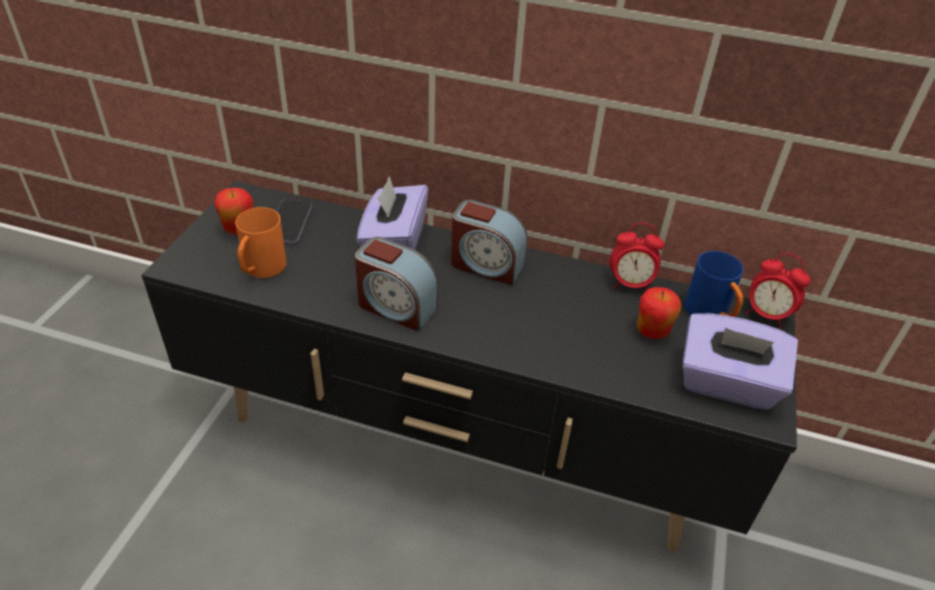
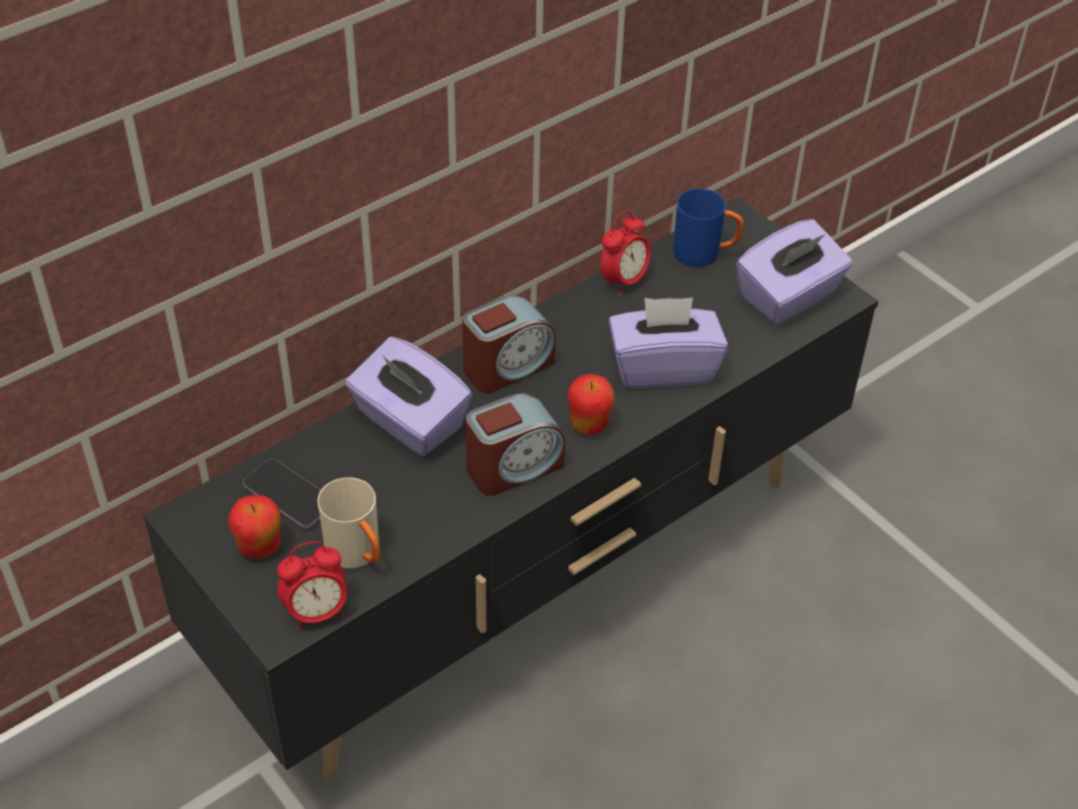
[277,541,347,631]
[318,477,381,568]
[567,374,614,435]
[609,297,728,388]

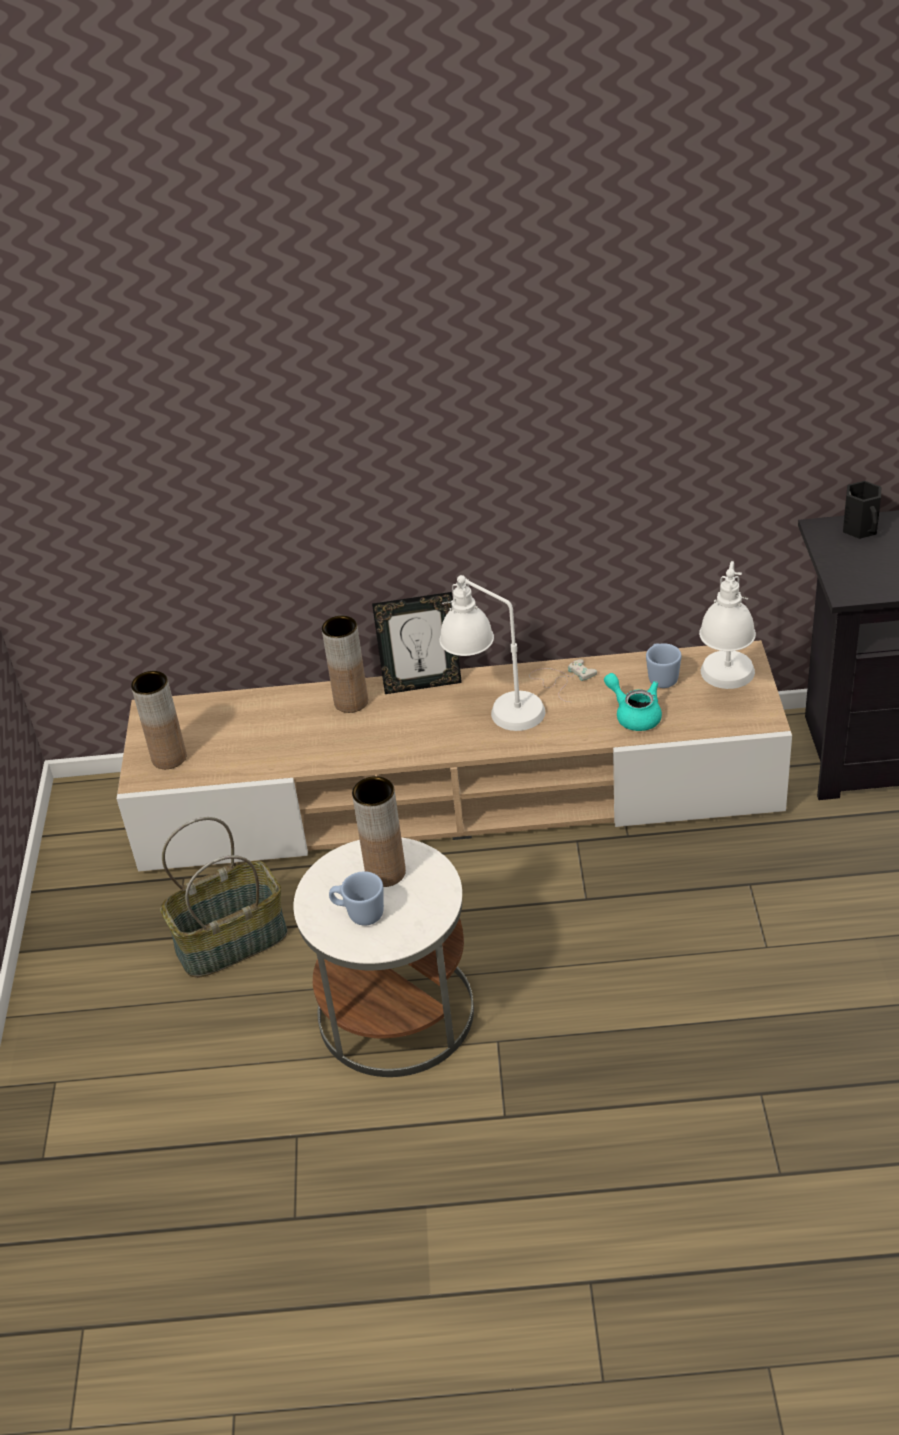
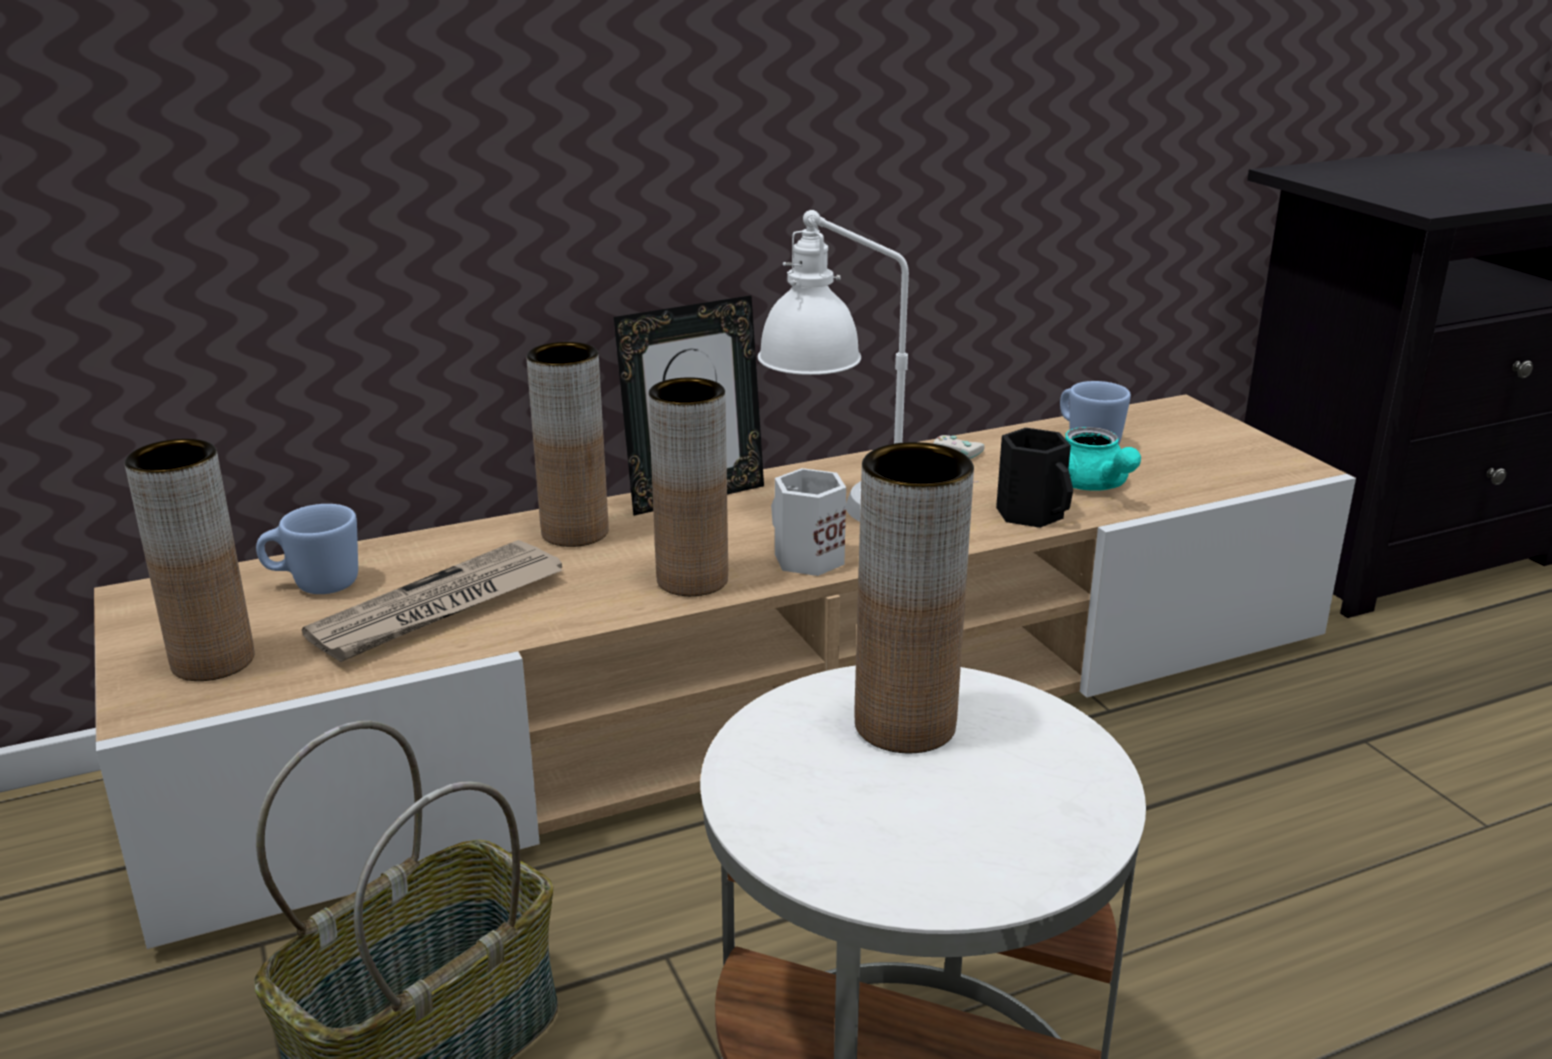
[256,504,358,594]
[302,540,562,662]
[649,377,728,596]
[771,468,846,576]
[996,428,1073,528]
[1065,427,1141,491]
[699,561,756,689] (first image)

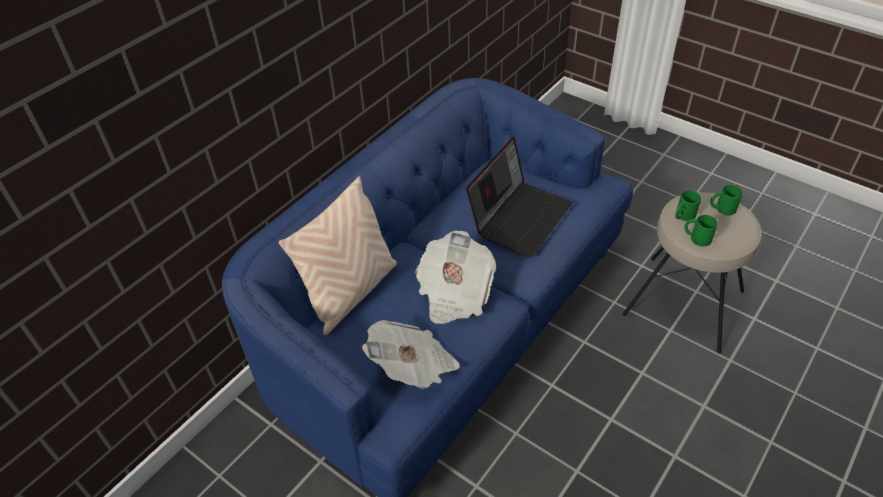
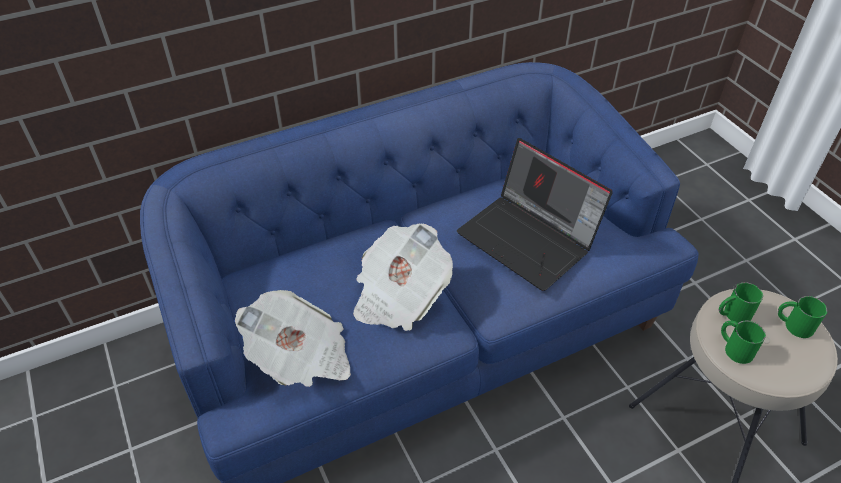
[457,138,613,291]
[279,176,397,335] (first image)

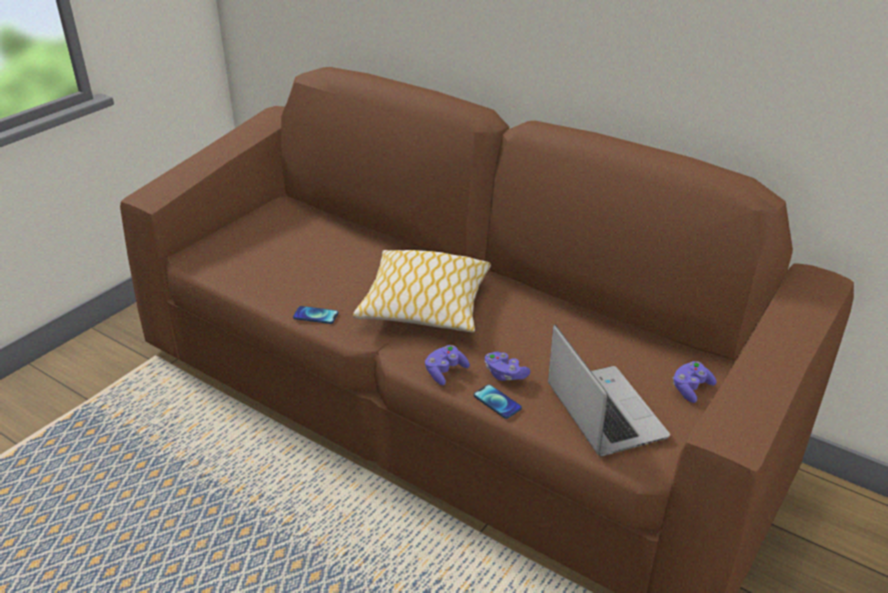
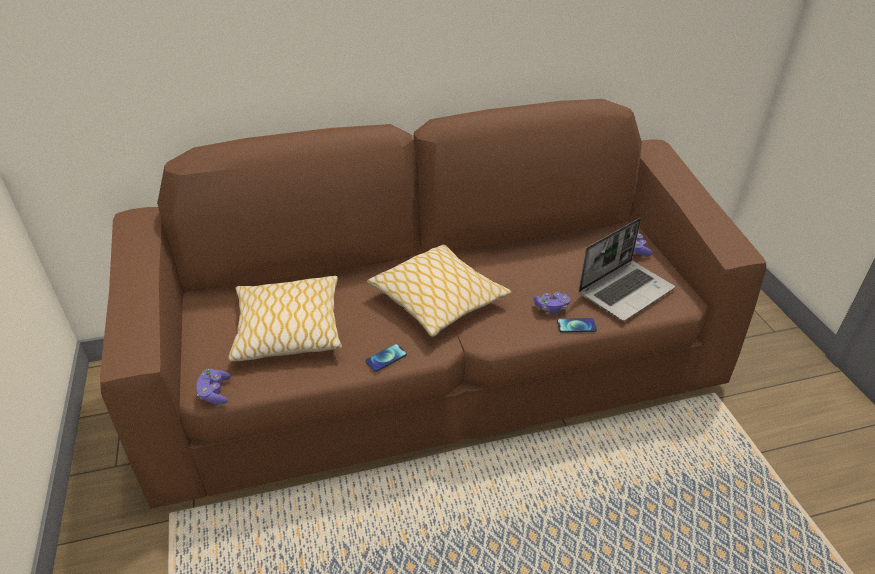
[196,369,231,404]
[228,276,342,362]
[579,218,675,321]

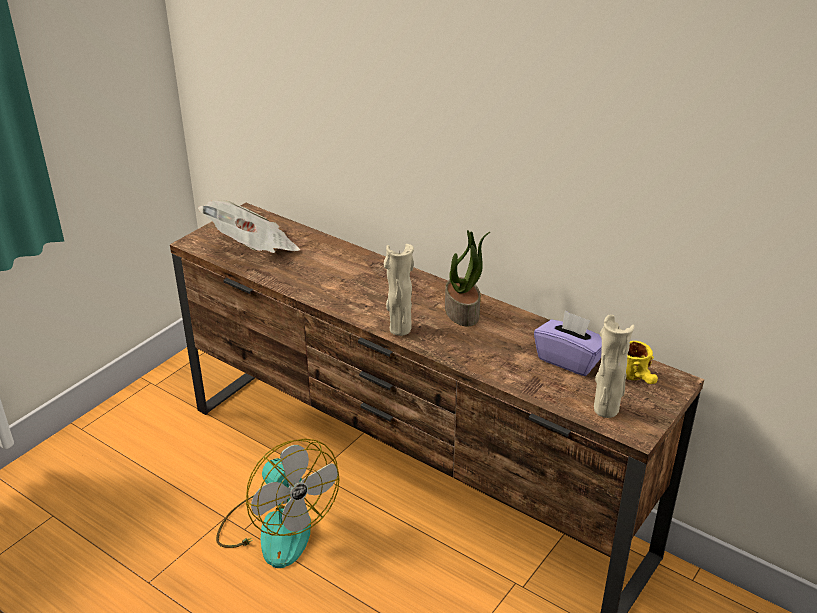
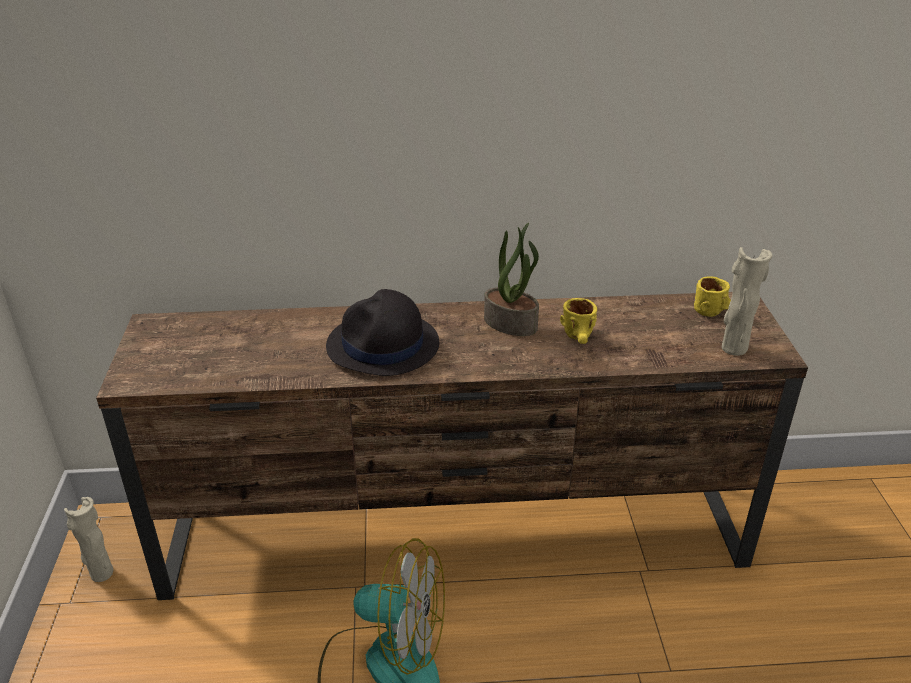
[64,497,113,582]
[326,289,439,376]
[560,298,597,344]
[198,200,300,253] (first image)
[534,310,602,376] (first image)

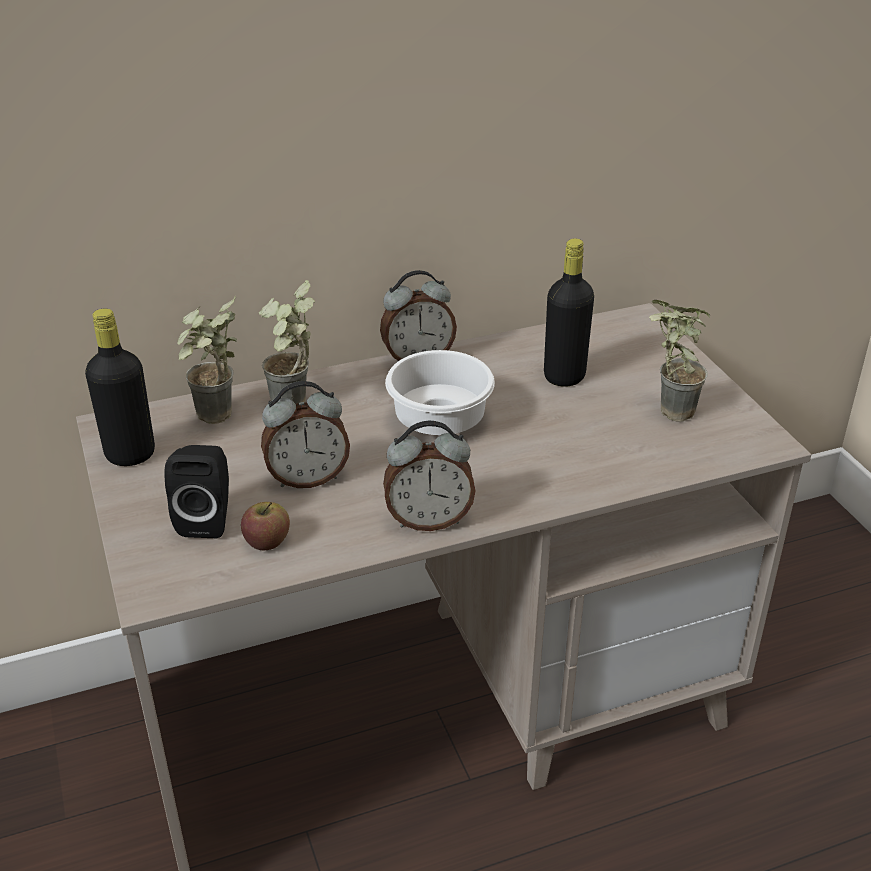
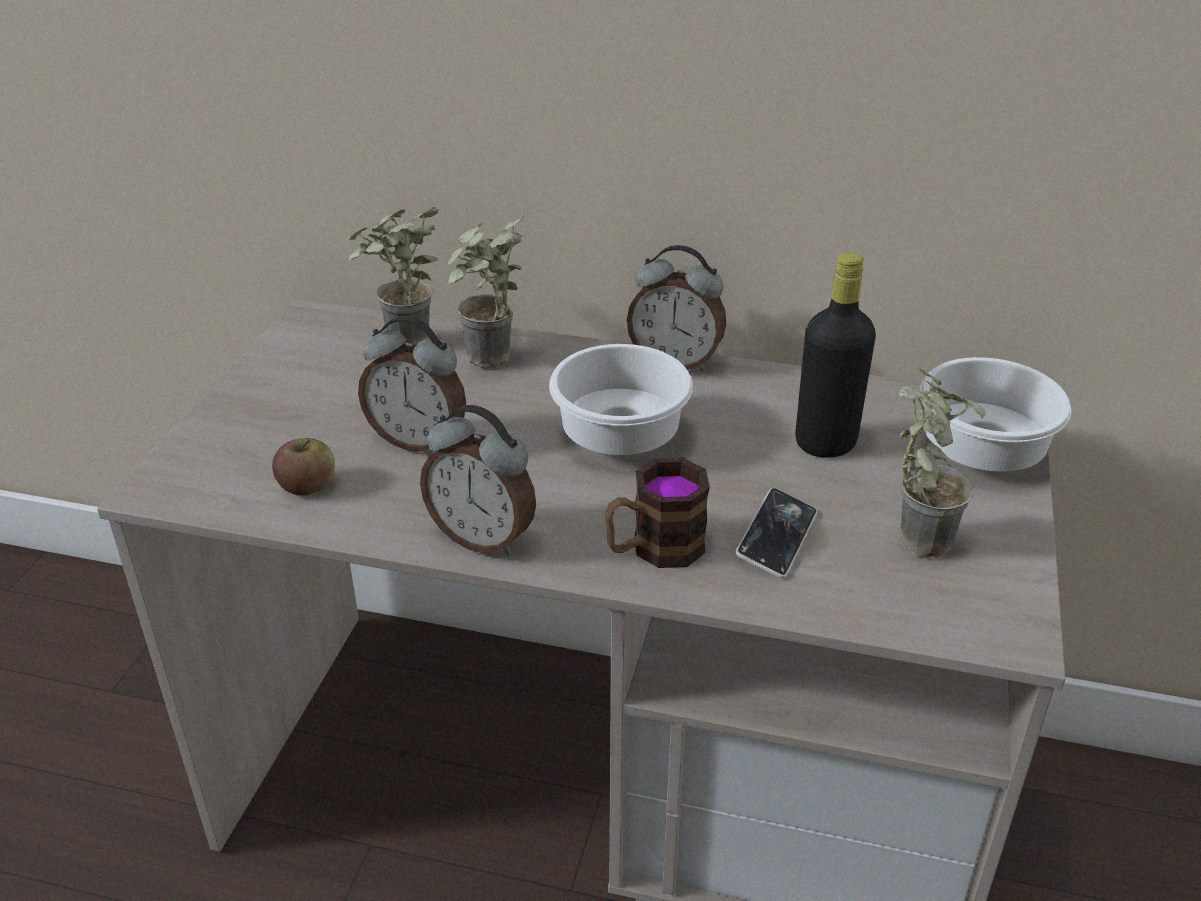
[605,458,710,568]
[736,488,817,578]
[920,357,1071,471]
[85,309,155,466] (first image)
[164,445,229,538] (first image)

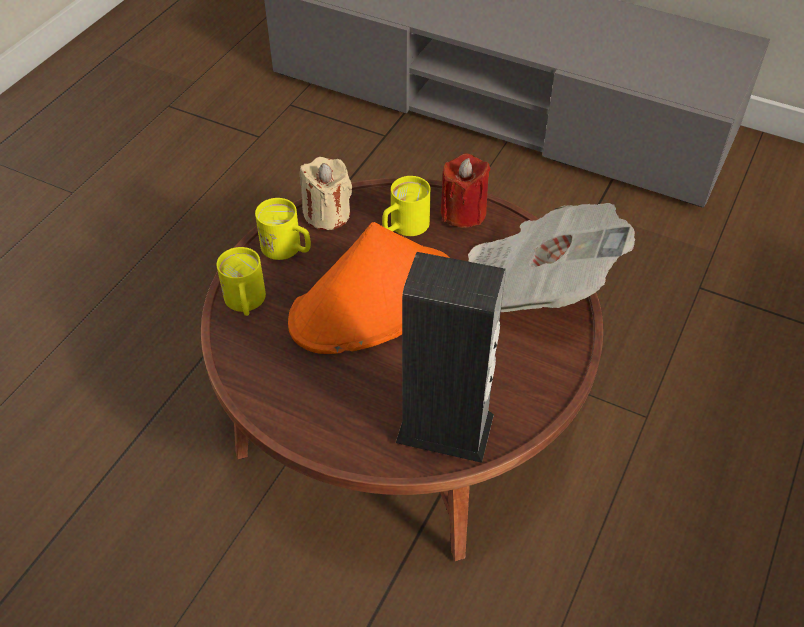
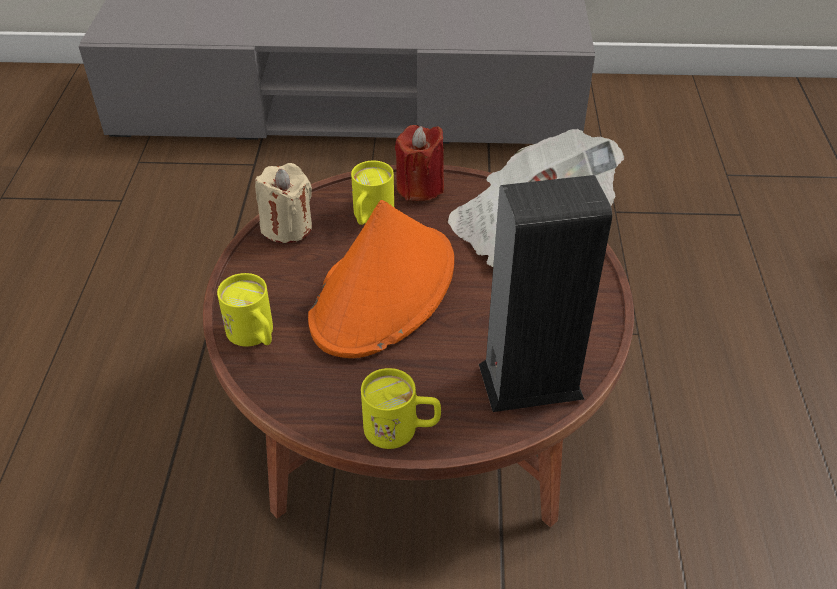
[361,368,441,449]

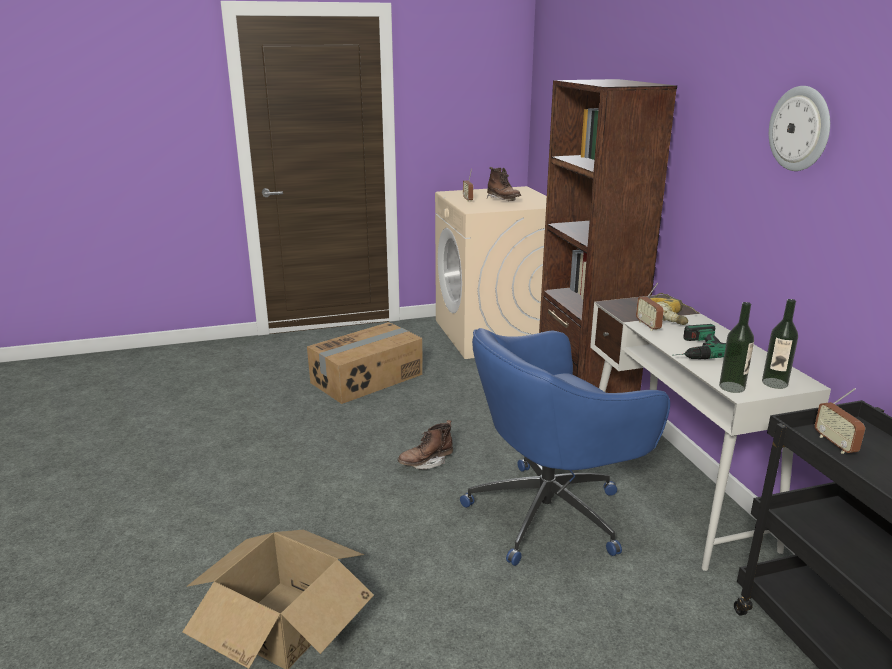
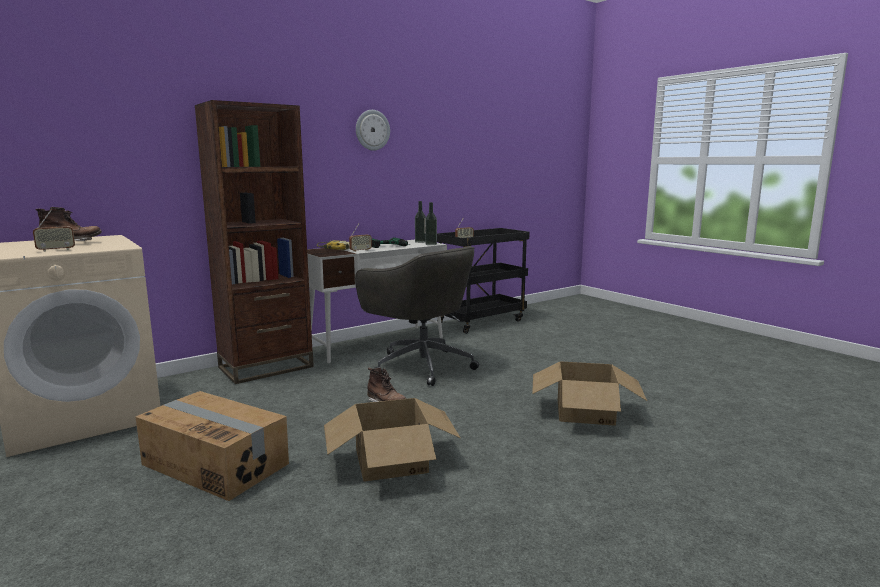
[324,398,461,482]
[355,246,479,386]

